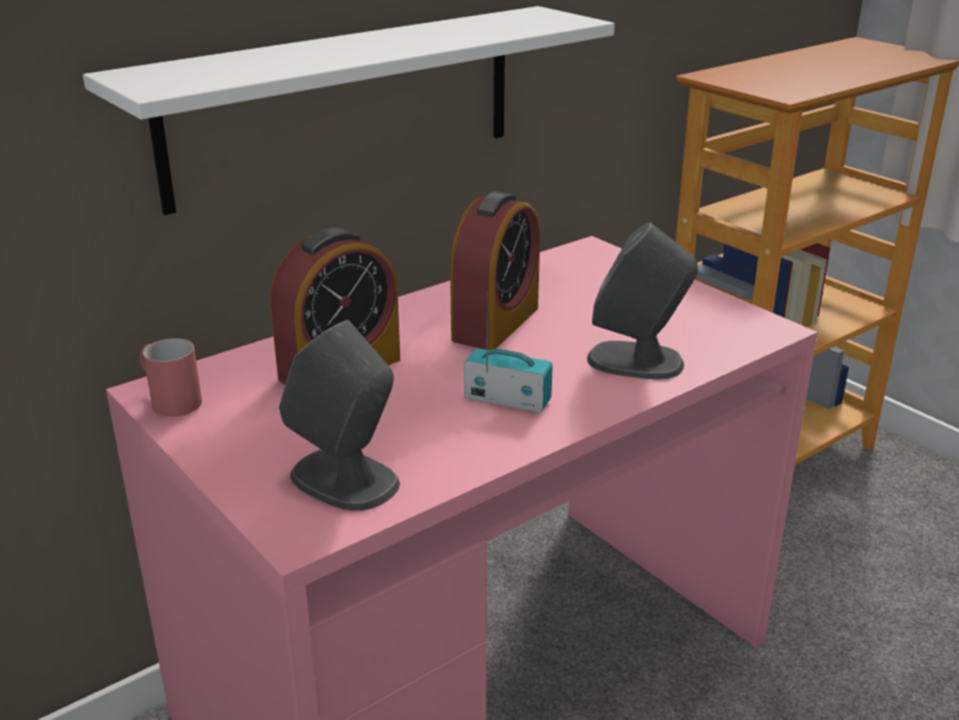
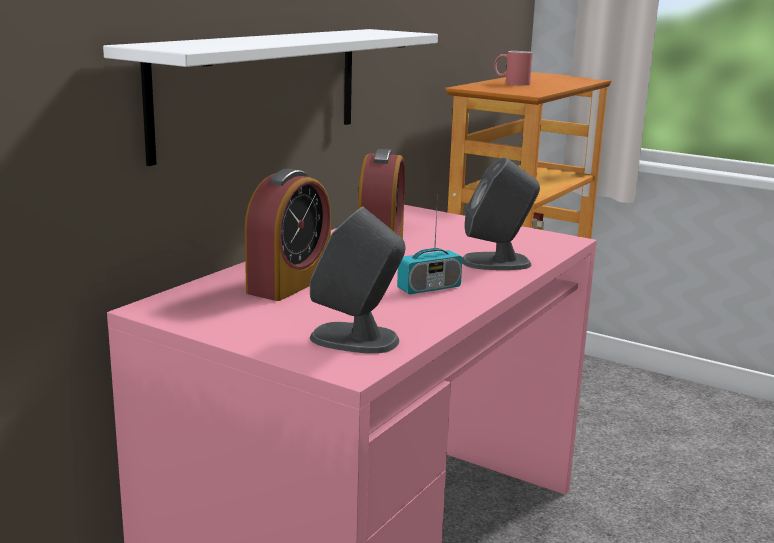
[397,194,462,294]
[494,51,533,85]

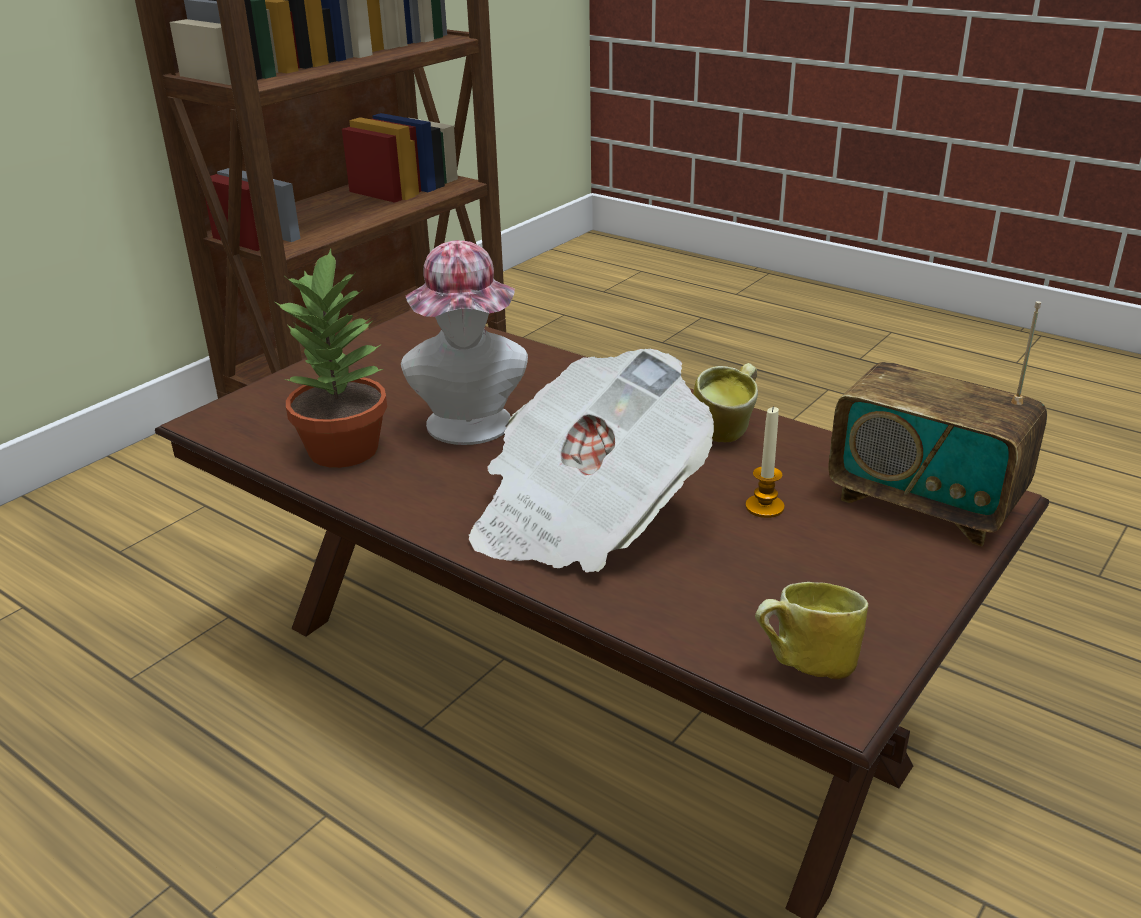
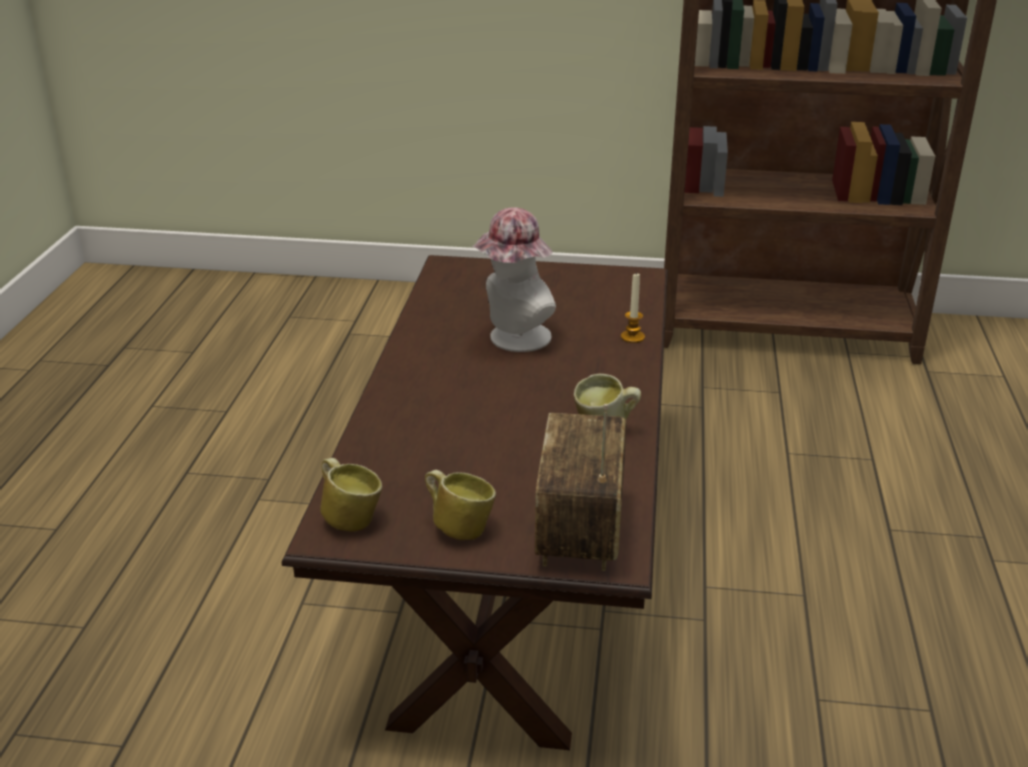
[425,470,496,540]
[621,272,645,343]
[275,248,387,468] (first image)
[469,349,714,573] (first image)

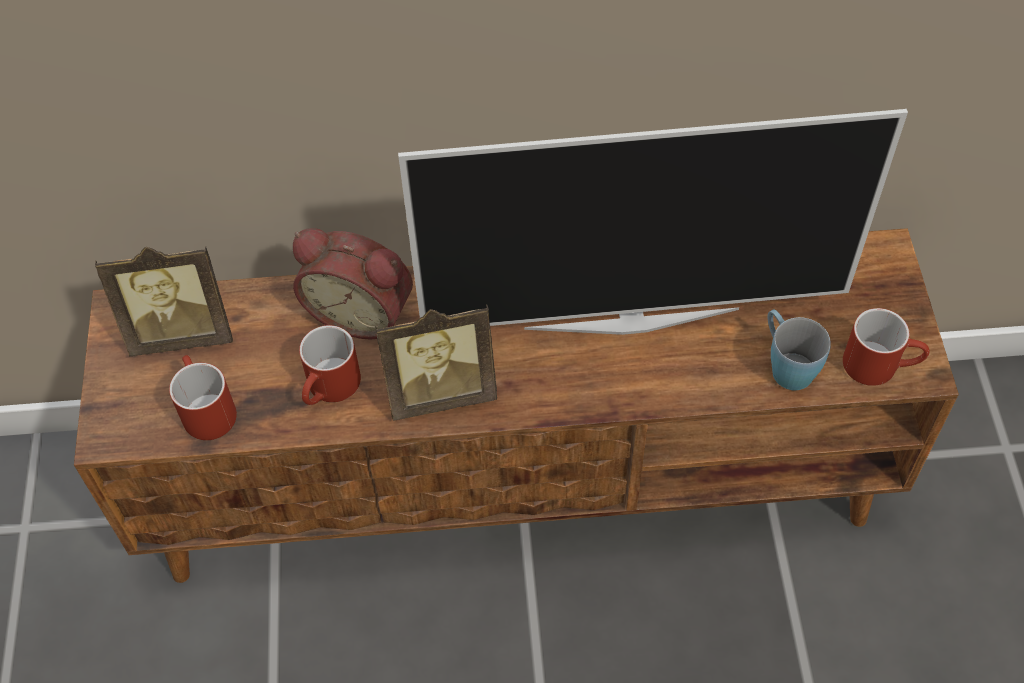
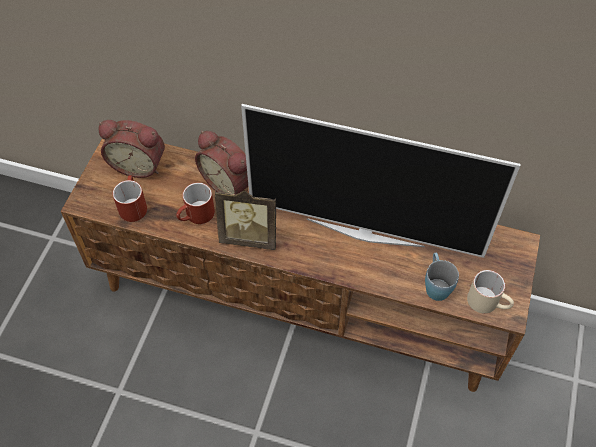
[98,120,165,178]
[467,270,514,314]

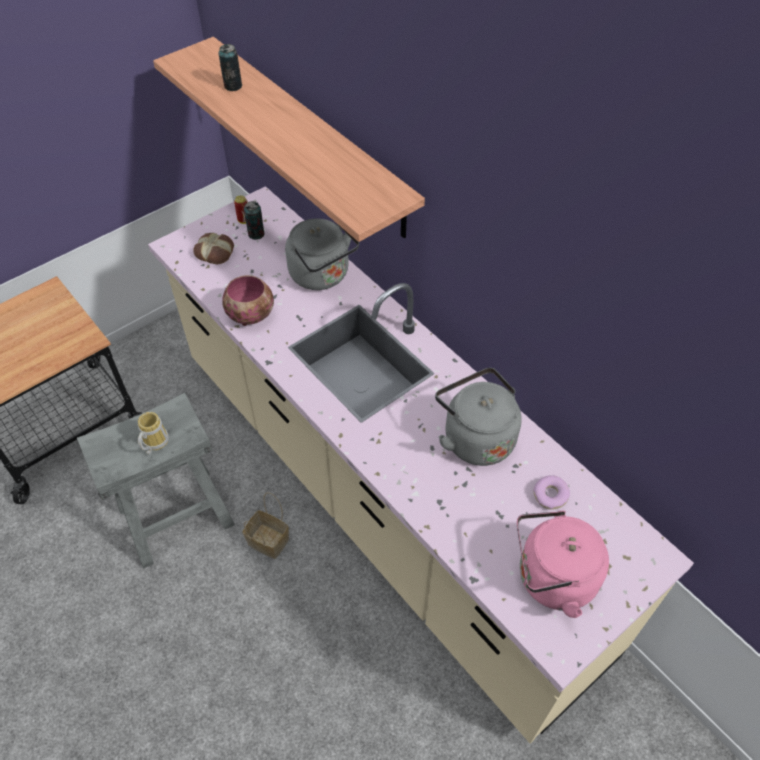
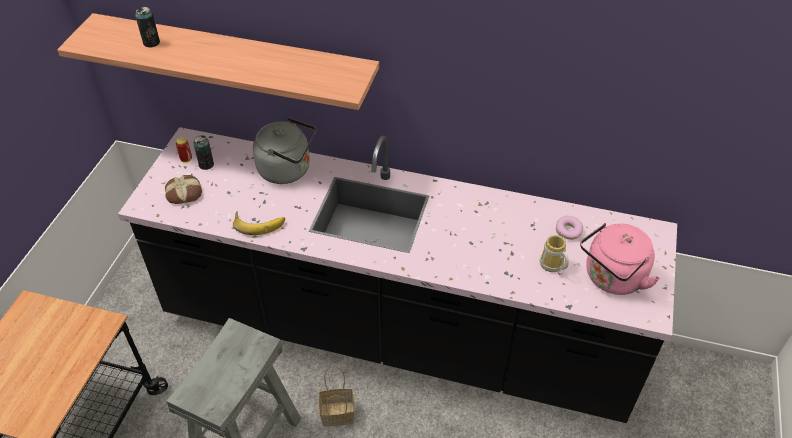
[118,127,677,423]
[233,211,285,235]
[540,235,569,275]
[435,368,522,466] (first image)

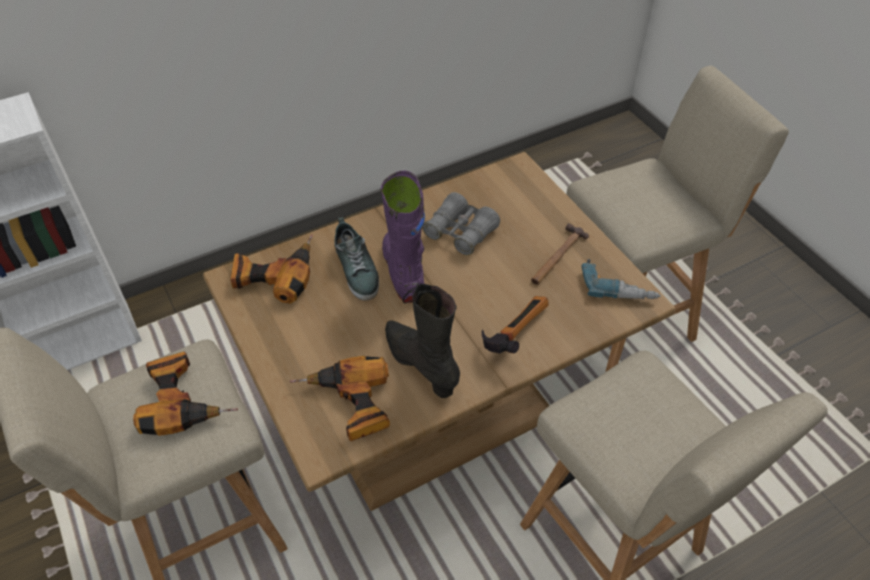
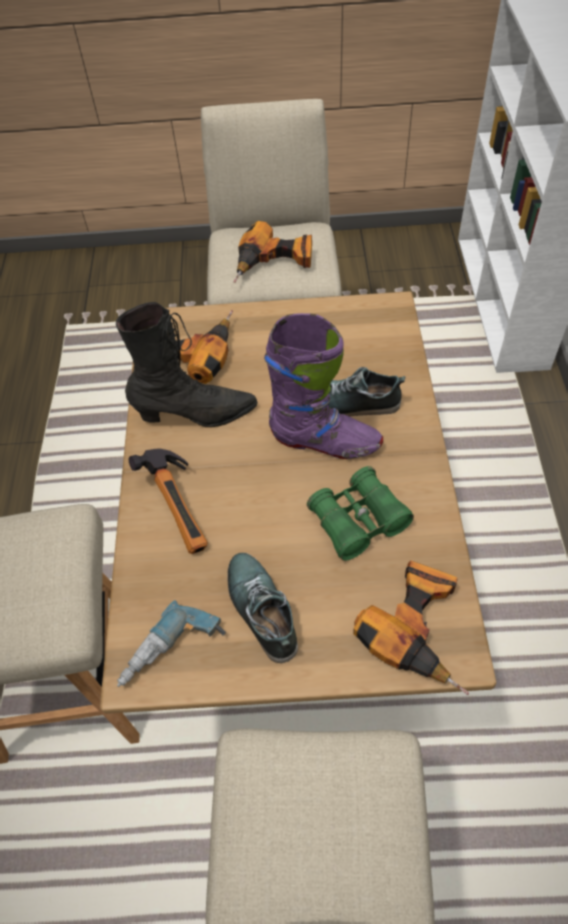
[227,553,298,663]
[307,466,414,561]
[353,560,469,695]

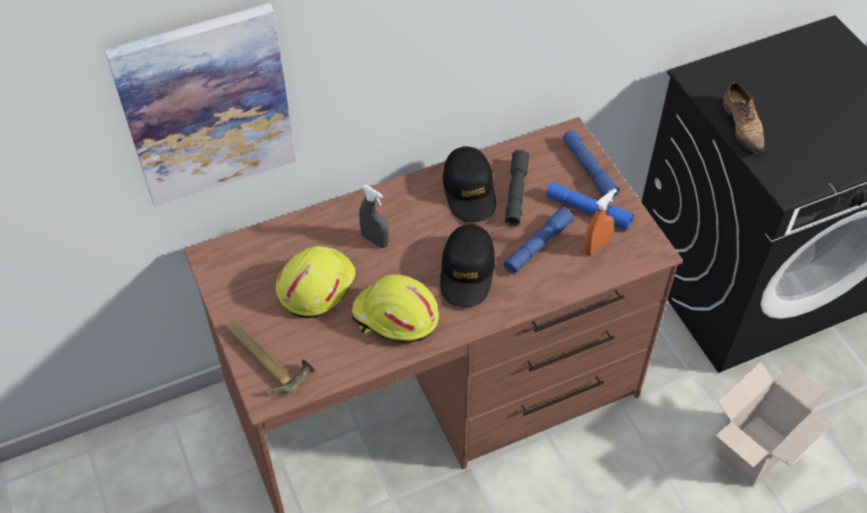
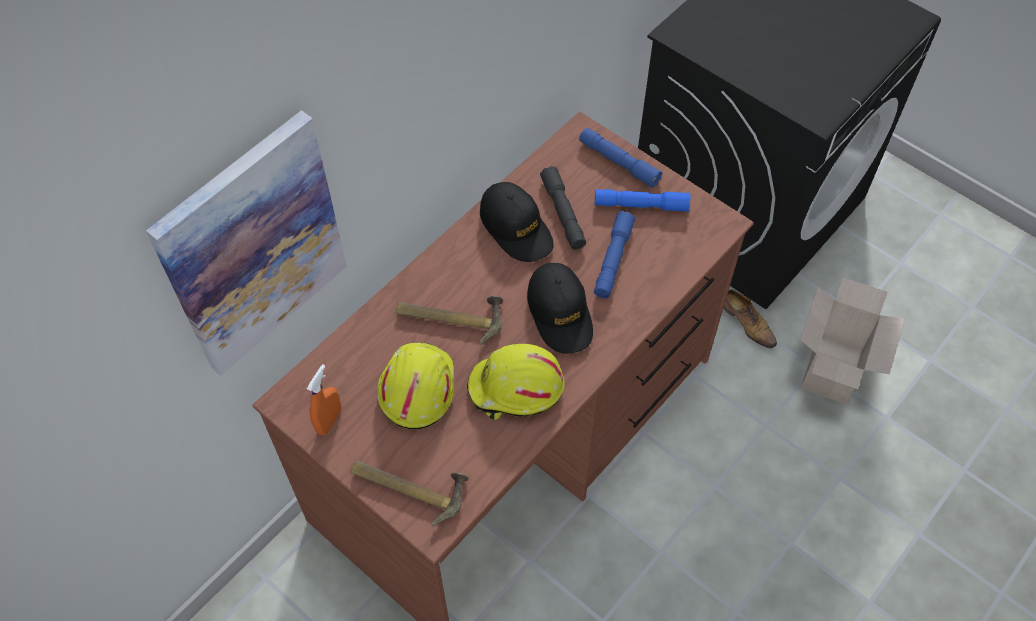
[307,364,341,435]
[396,296,503,345]
[723,289,777,349]

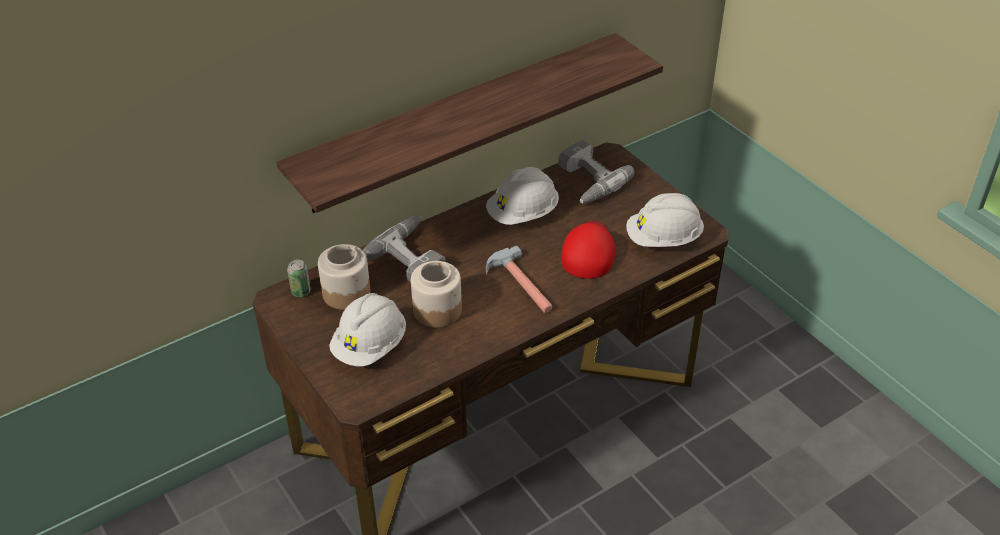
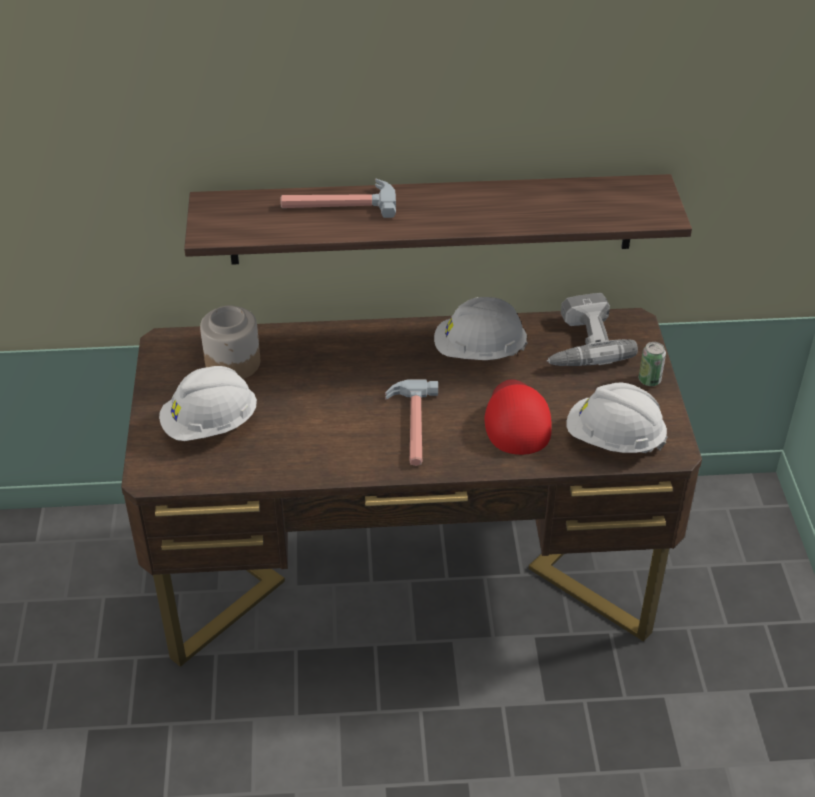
[280,179,396,218]
[485,379,552,455]
[639,342,666,386]
[363,216,445,282] (first image)
[411,261,462,328] (first image)

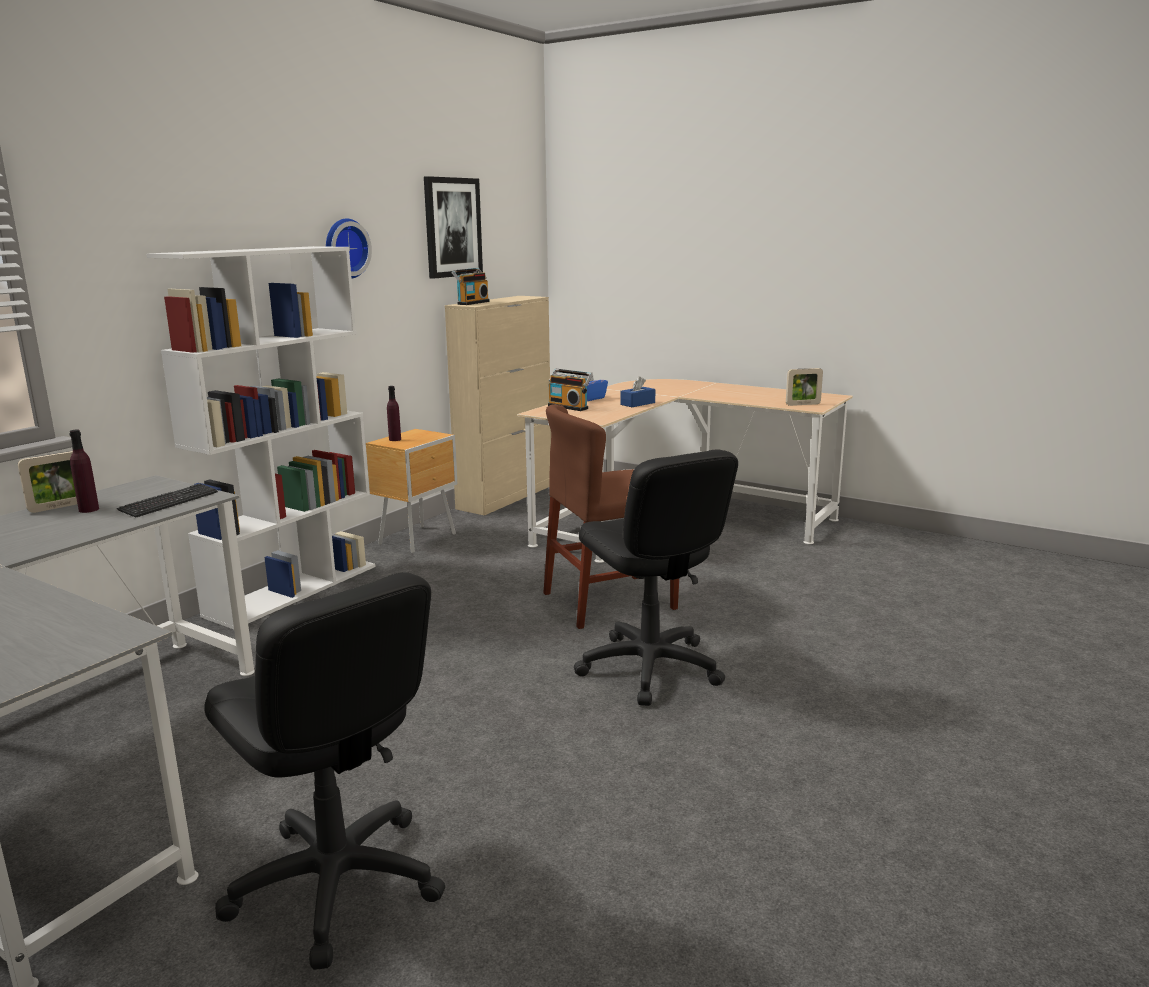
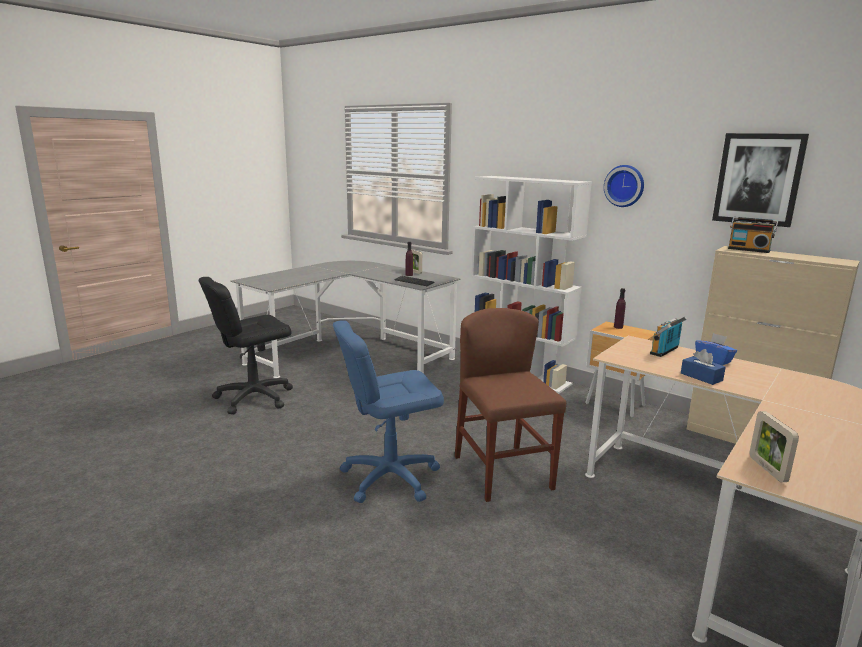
[333,321,444,503]

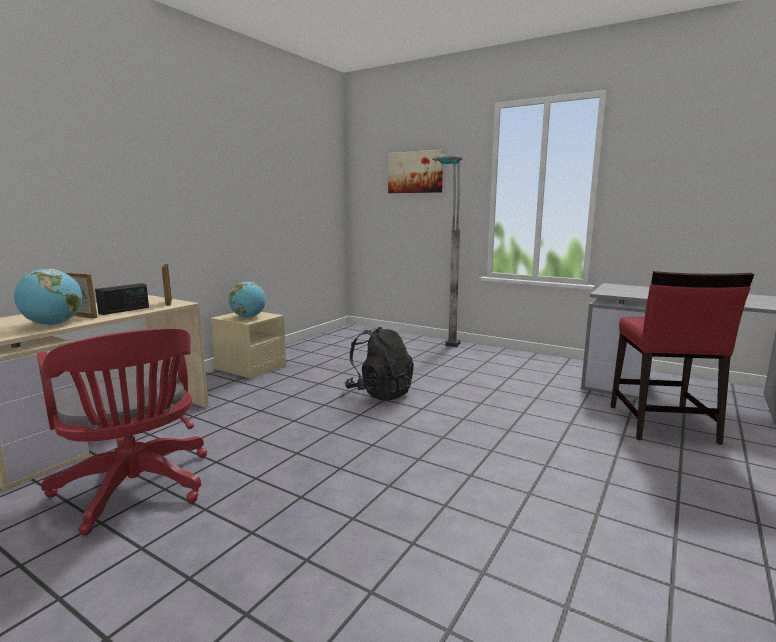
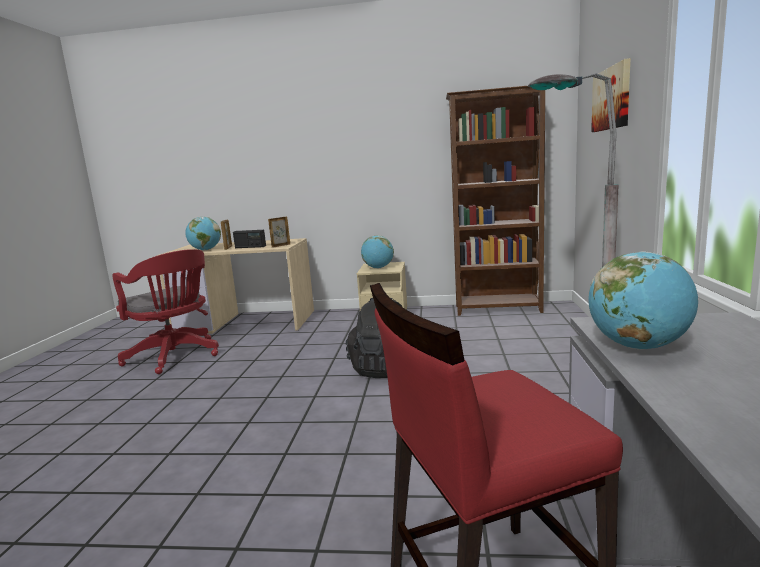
[112,249,219,374]
[446,86,545,316]
[588,251,698,350]

